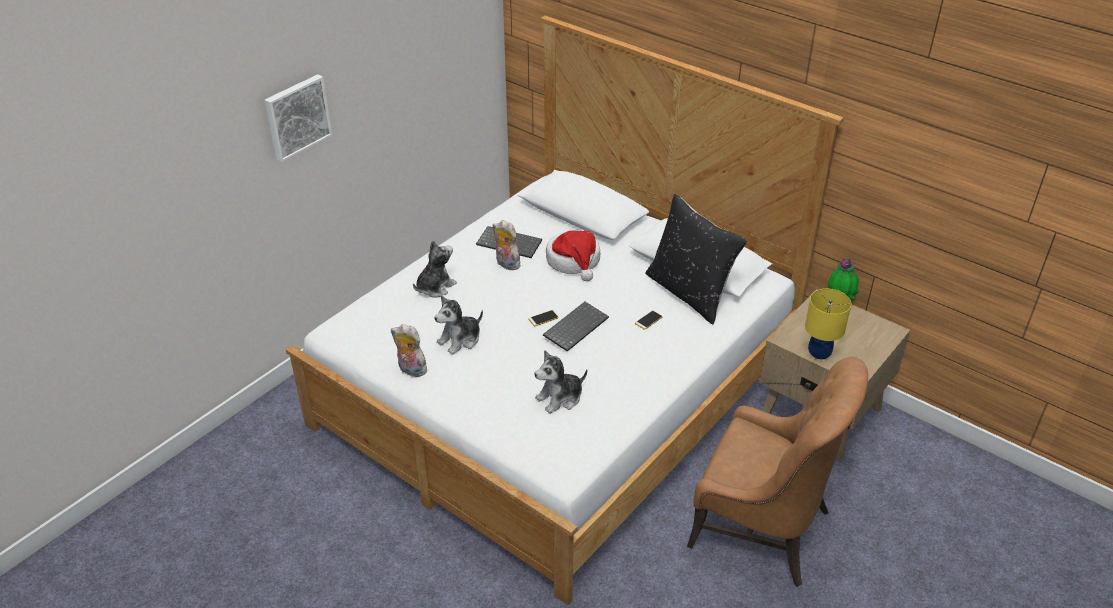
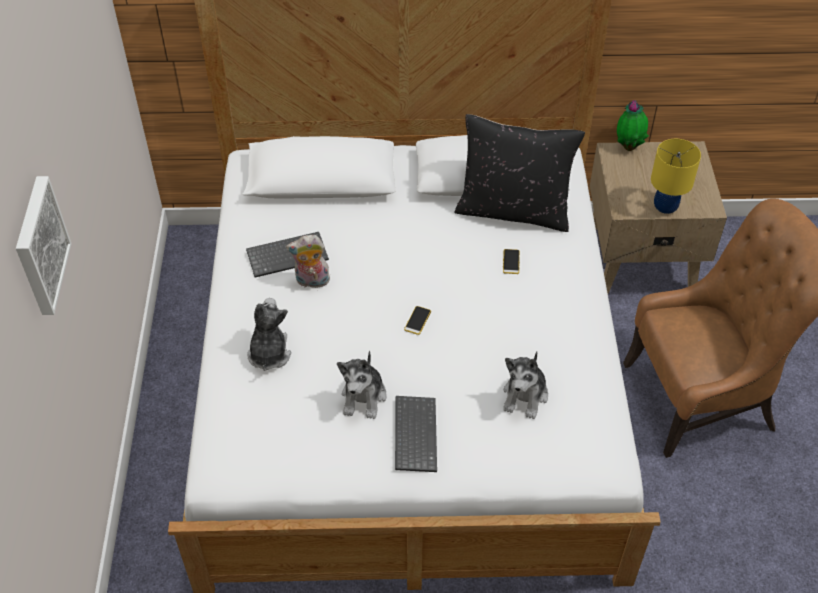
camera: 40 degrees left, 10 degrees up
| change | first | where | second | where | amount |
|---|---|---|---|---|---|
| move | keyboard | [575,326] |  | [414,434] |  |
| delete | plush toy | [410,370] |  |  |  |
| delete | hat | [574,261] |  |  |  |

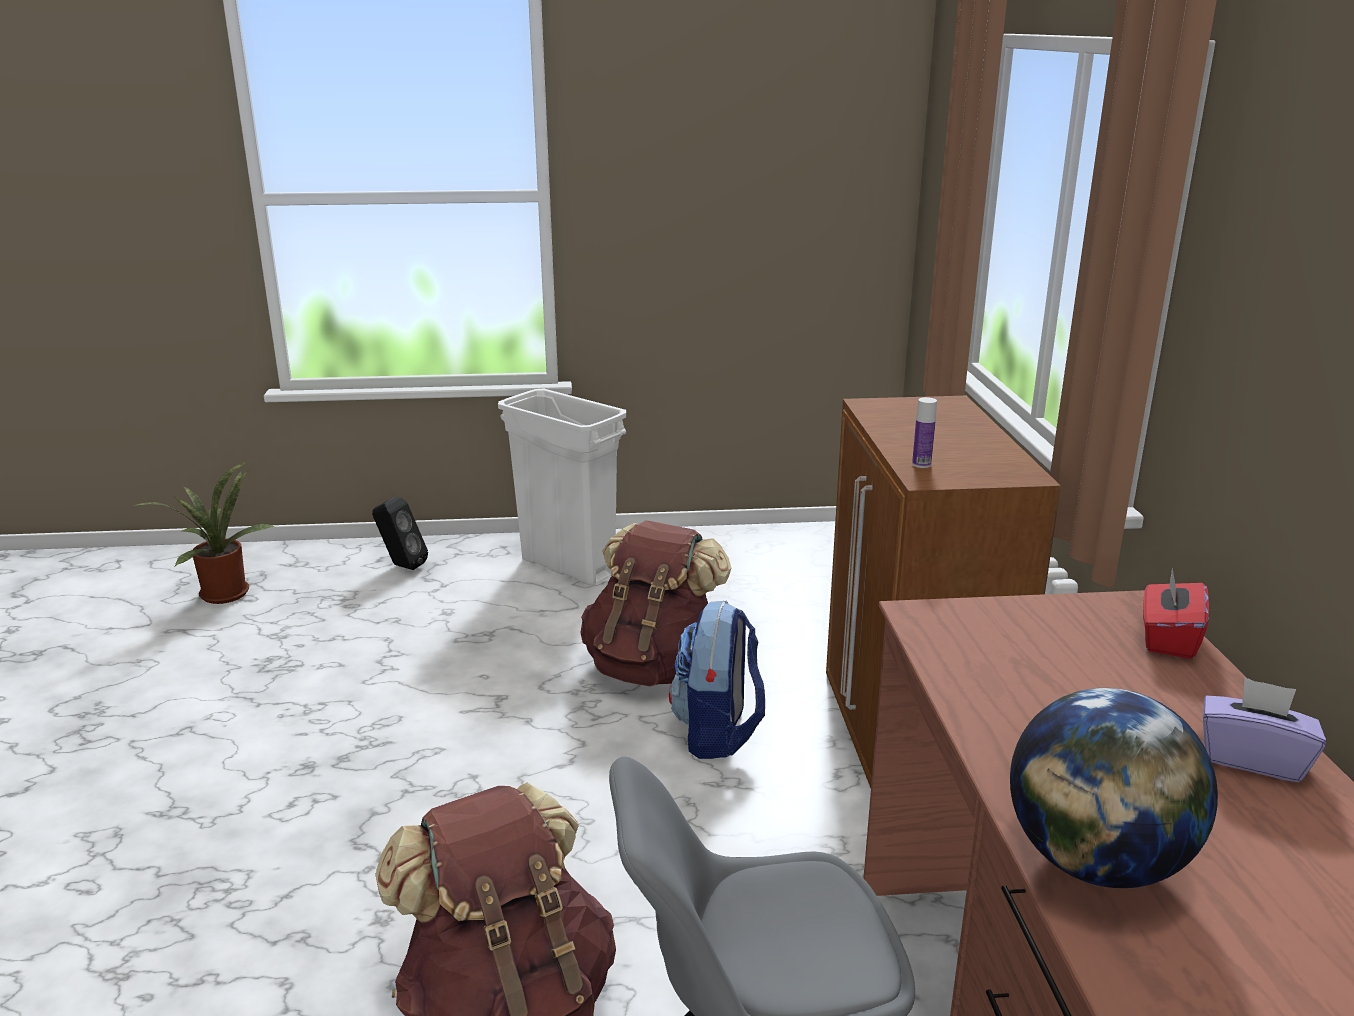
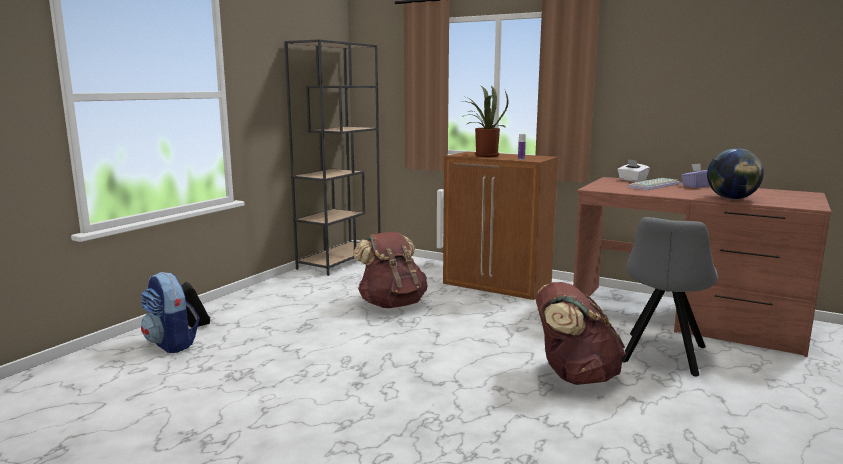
camera: 55 degrees left, 10 degrees down
| change | first | where | second | where | amount |
|---|---|---|---|---|---|
| move | backpack | [718,733] |  | [172,344] |  |
| insert |  |  | bookcase | [340,261] |  |
| move | potted plant | [223,592] |  | [483,156] |  |
| recolor | red tissue box | [1168,639] | white tissue box | [632,180] |  |
| insert |  |  | keyboard | [655,185] |  |
| delete | white trash can | [569,567] |  |  |  |

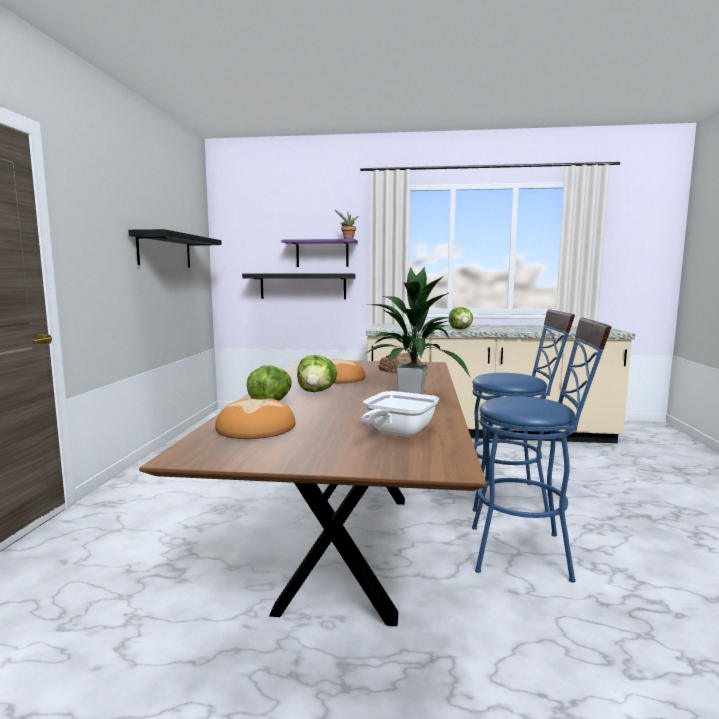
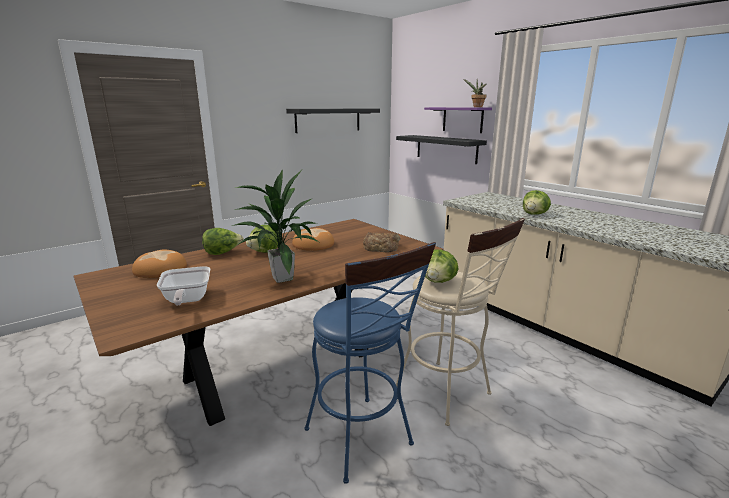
camera: 45 degrees right, 10 degrees up
| change | first | where | second | where | amount |
|---|---|---|---|---|---|
| rotate | frying pan | [396,433] |  | [186,300] | 90 degrees counterclockwise |
| recolor | blue stool | [512,496] | beige stool | [449,395] |  |
| insert |  |  | lettuce | [439,281] |  |

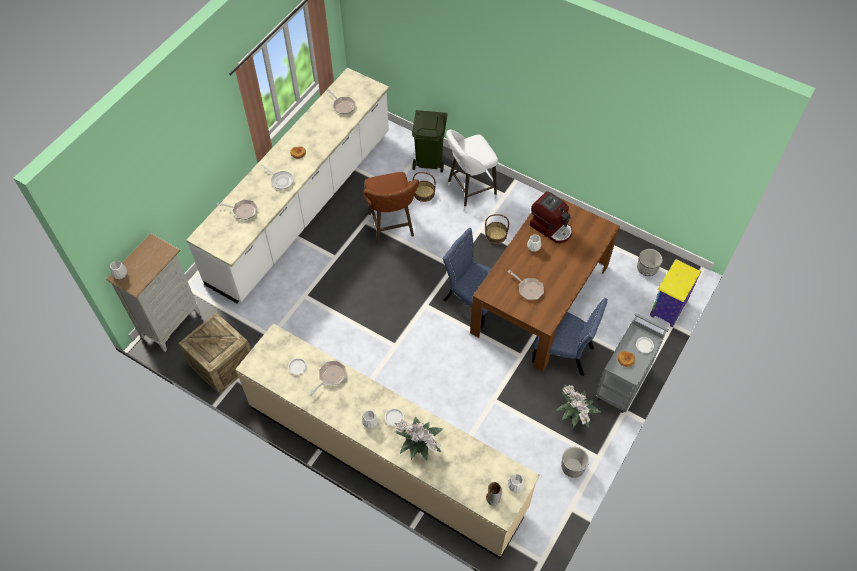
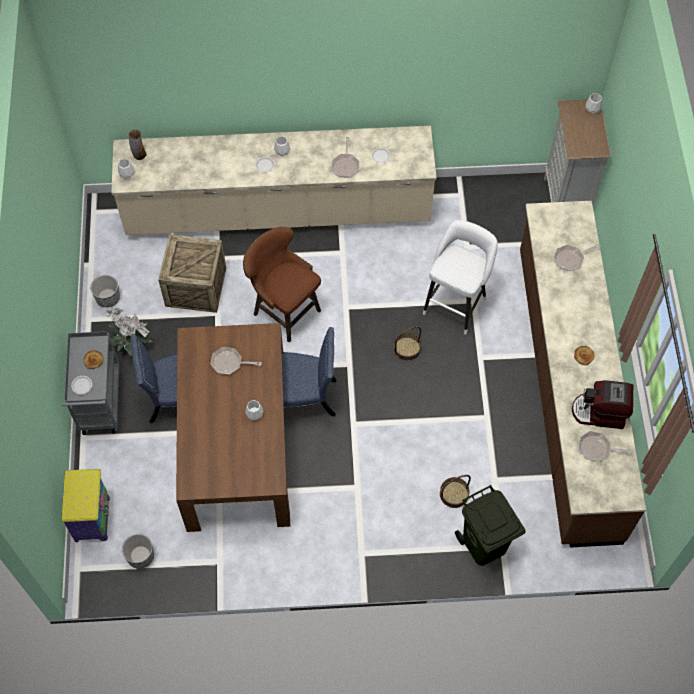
camera: 145 degrees right, 5 degrees up
| change | first | where | second | where | amount |
|---|---|---|---|---|---|
| move | crate | [222,364] |  | [196,287] |  |
| move | brown stool | [391,226] |  | [284,310] |  |
| move | basket | [496,235] |  | [407,349] |  |
| move | white stool | [469,192] |  | [456,303] |  |
| recolor | white counter | [302,207] | brown counter | [566,391] |  |
| move | coffee machine | [551,227] |  | [599,413] |  |
| delete | frying pan | [280,180] |  |  |  |
| delete | potted plant | [420,448] |  |  |  |

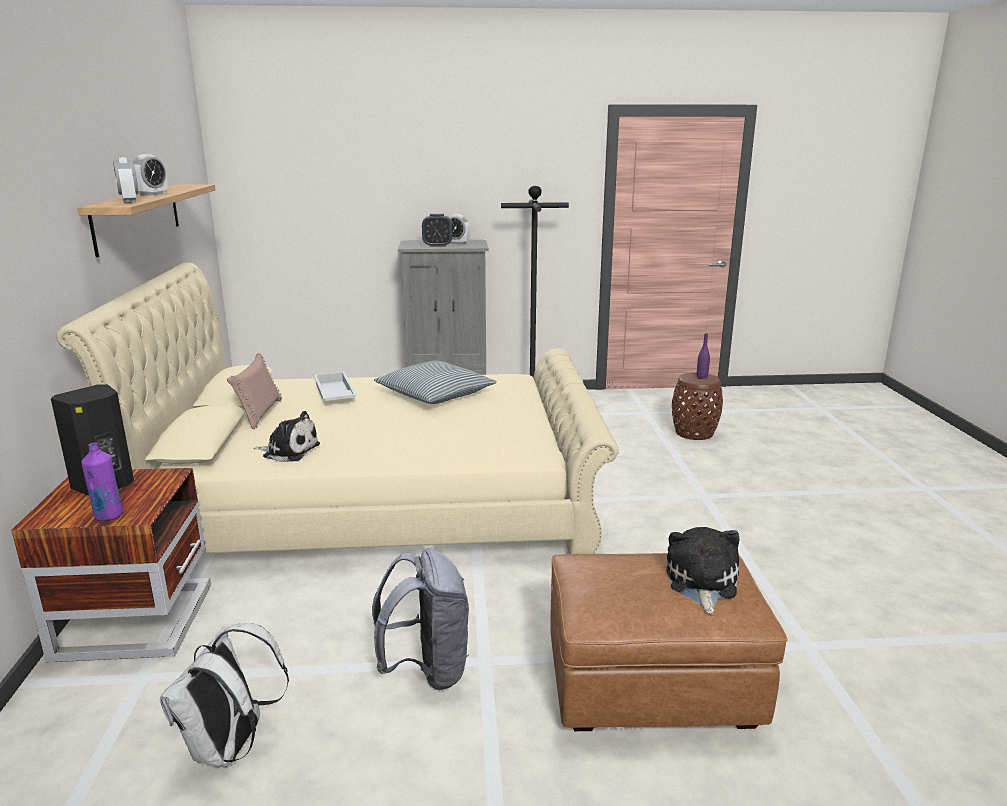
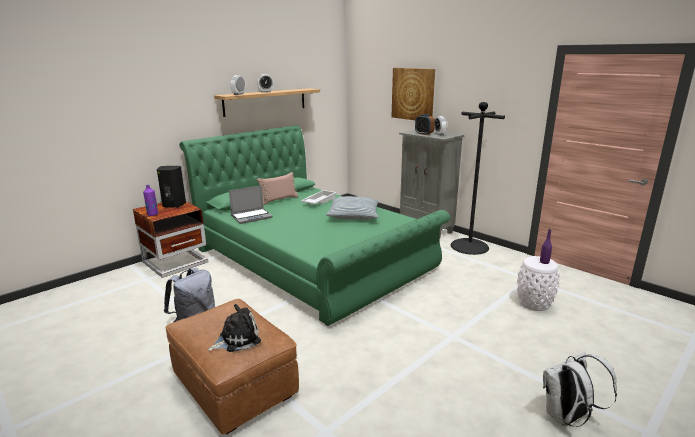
camera: 50 degrees right, 0 degrees up
| change | first | where | second | where | amount |
|---|---|---|---|---|---|
| recolor | beige bed | [378,496] | green bed | [312,258] |  |
| replace | plush toy | [289,451] | laptop | [252,217] |  |
| insert |  |  | picture | [413,94] |  |
| recolor | brown stool | [694,433] | white stool | [534,303] |  |
| move | white backpack | [230,748] |  | [567,418] |  |

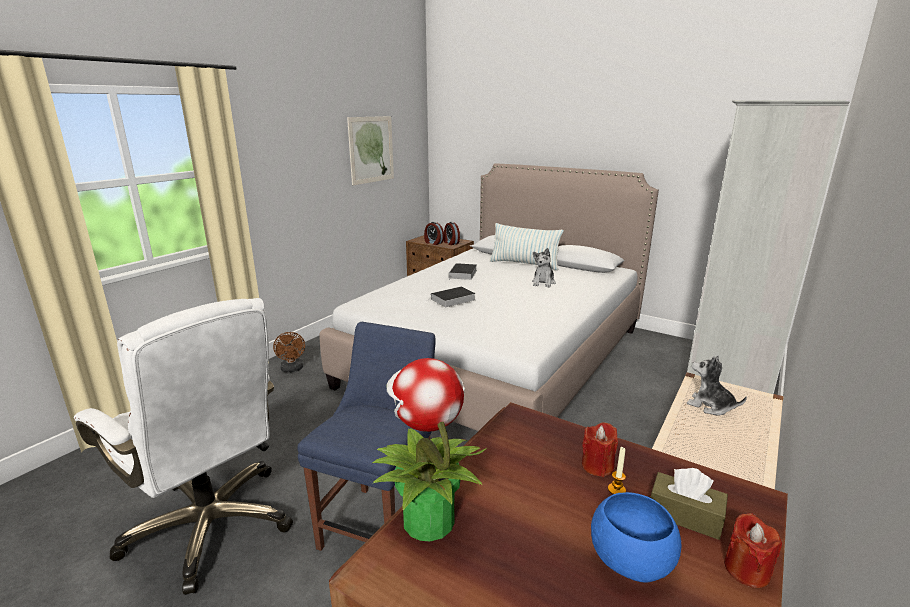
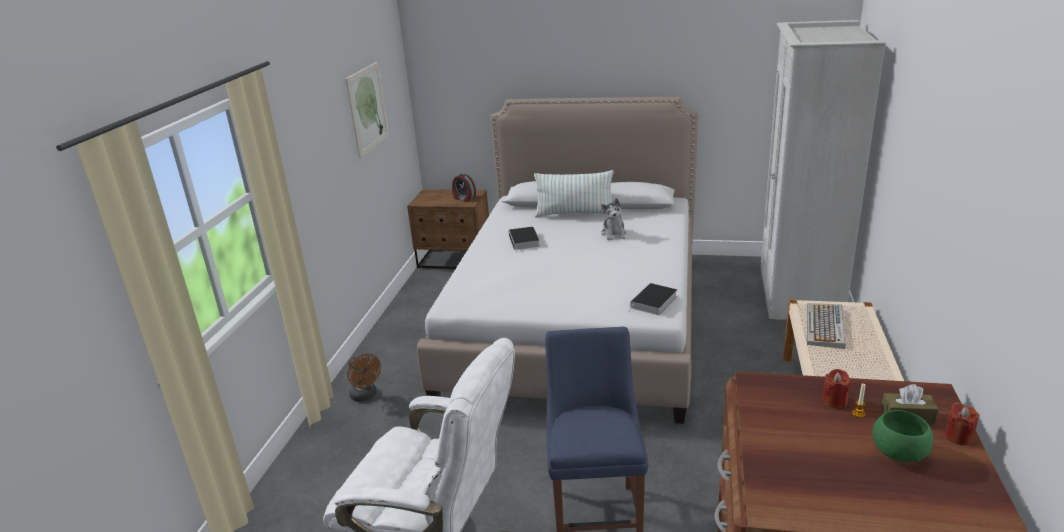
camera: 20 degrees left, 5 degrees up
| change | first | where | second | where | amount |
|---|---|---|---|---|---|
| move | book | [452,300] |  | [653,303] |  |
| replace | plush toy | [710,406] | keyboard | [825,327] |  |
| recolor | blue bowl | [632,562] | green bowl | [900,453] |  |
| delete | potted plant | [427,519] |  |  |  |
| delete | alarm clock | [433,243] |  |  |  |

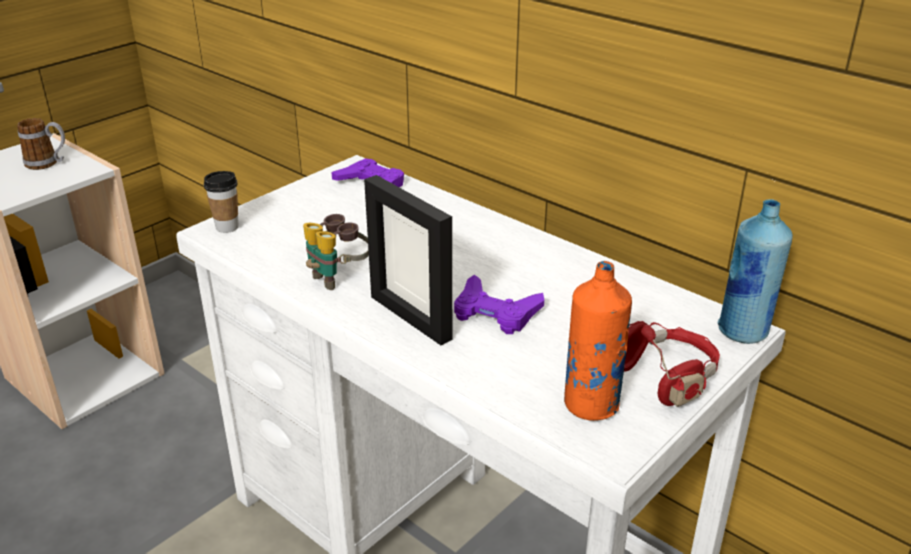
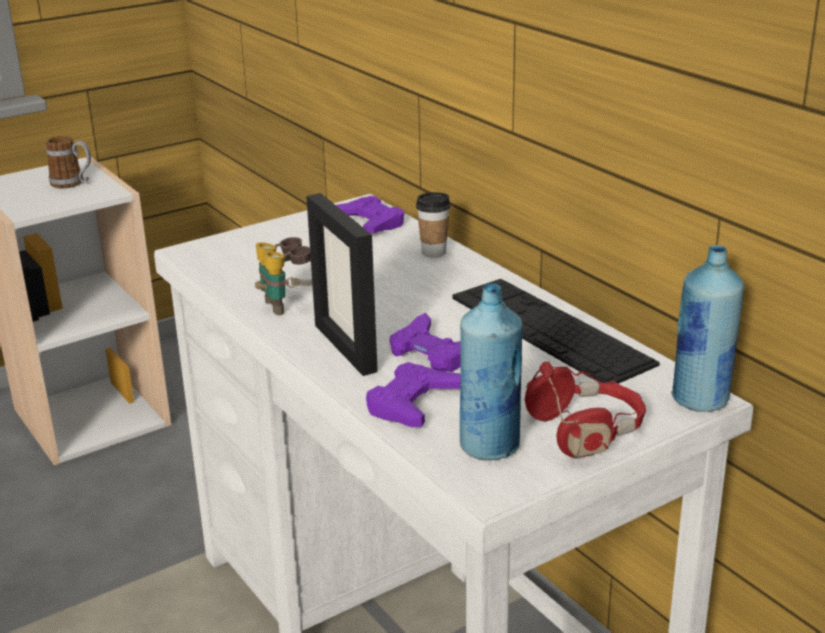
camera: 15 degrees right, 5 degrees down
| change | first | where | second | where | amount |
|---|---|---|---|---|---|
| insert |  |  | purple game controller | [413,403] |  |
| move | cup | [227,227] |  | [433,252] |  |
| insert |  |  | keyboard | [549,330] |  |
| recolor | orange bottle | [591,405] | blue bottle | [489,446] |  |

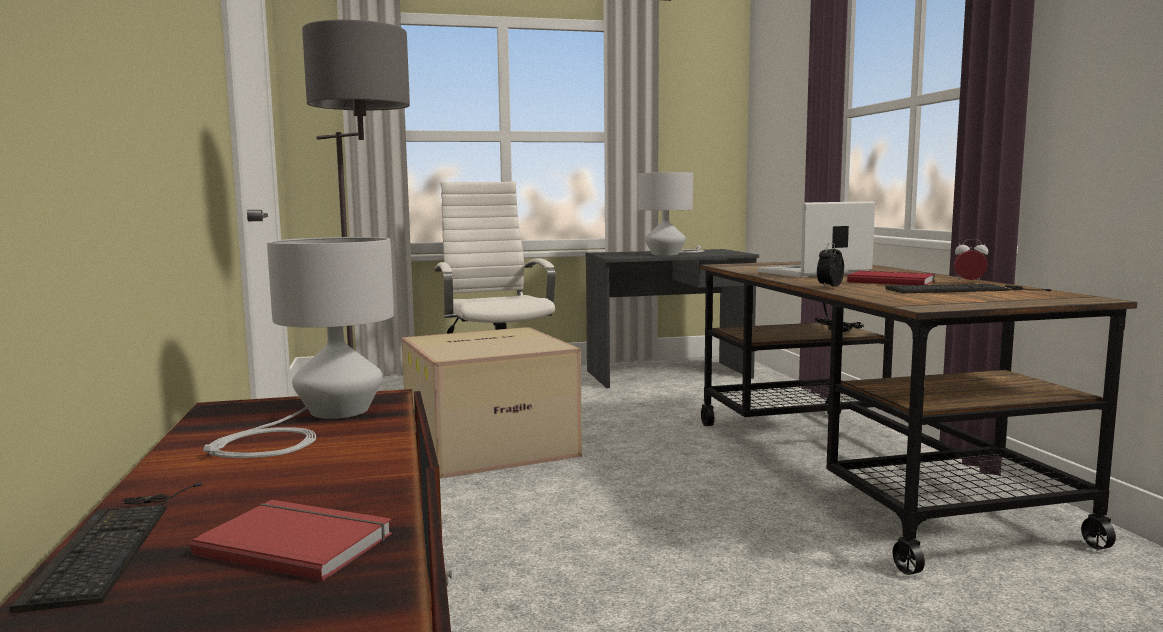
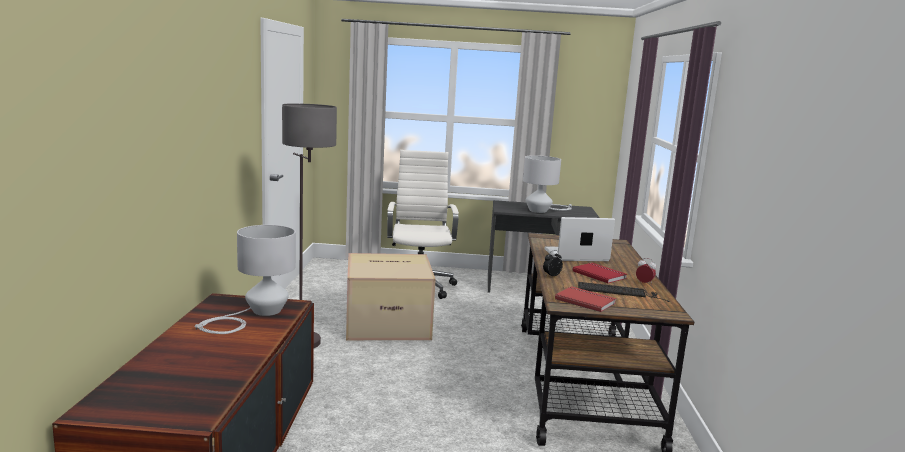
camera: 15 degrees right, 5 degrees up
| change | first | where | second | where | amount |
|---|---|---|---|---|---|
| move | red book | [298,543] |  | [585,301] |  |
| delete | keyboard | [114,542] |  |  |  |

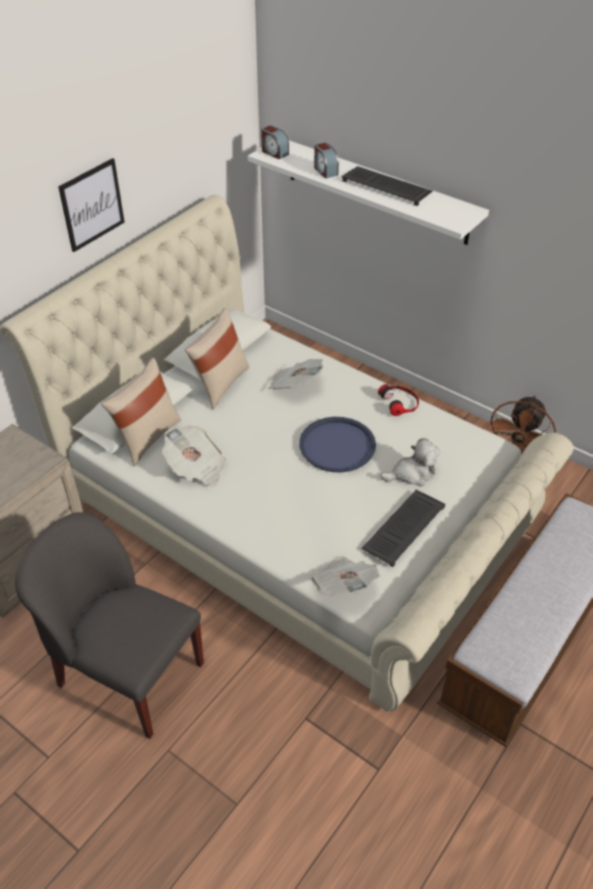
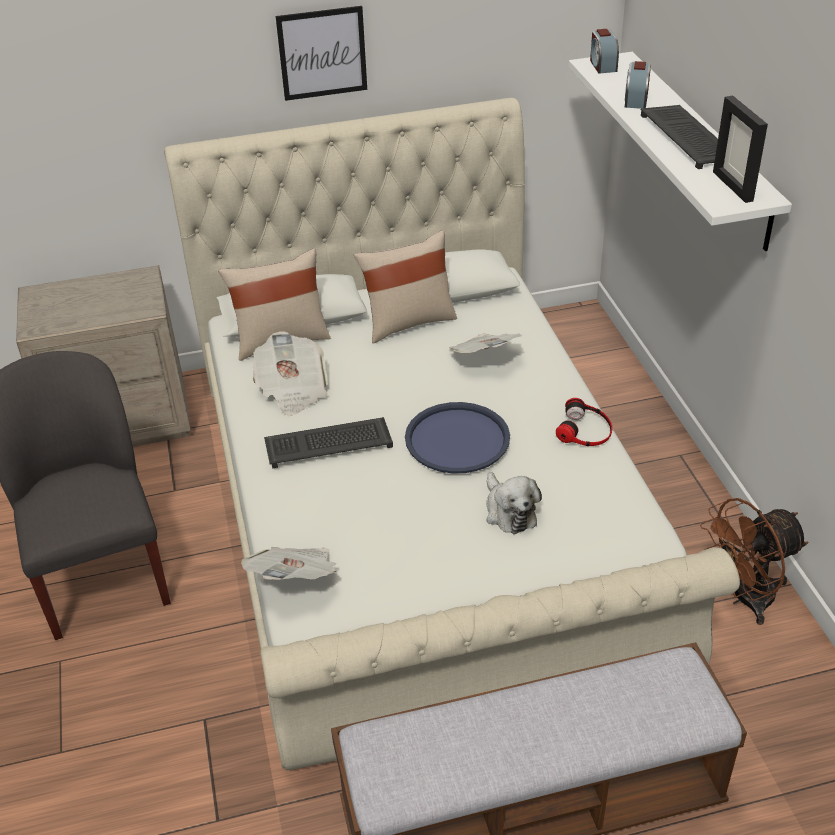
camera: 40 degrees right, 5 degrees down
| change | first | where | second | where | amount |
|---|---|---|---|---|---|
| move | keyboard | [403,527] |  | [329,443] |  |
| rotate | plush toy | [412,473] |  | [509,511] | 45 degrees clockwise |
| insert |  |  | picture frame | [734,186] |  |

